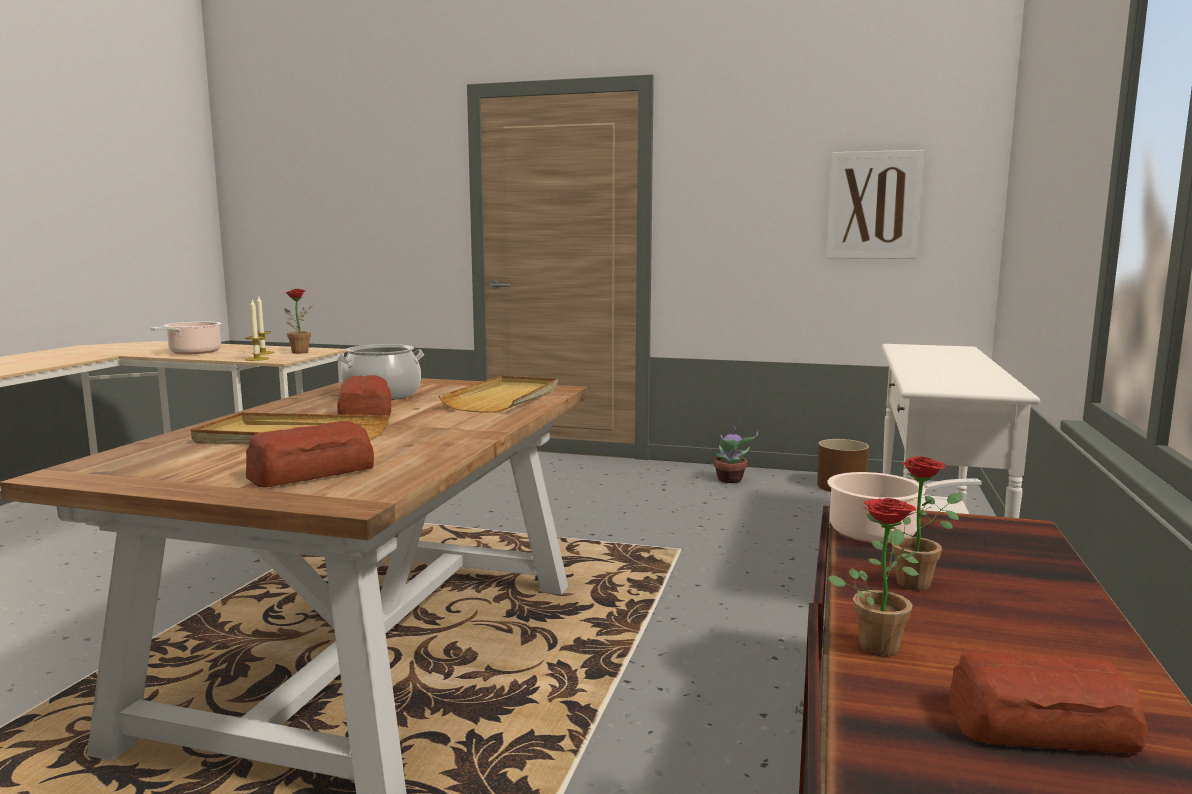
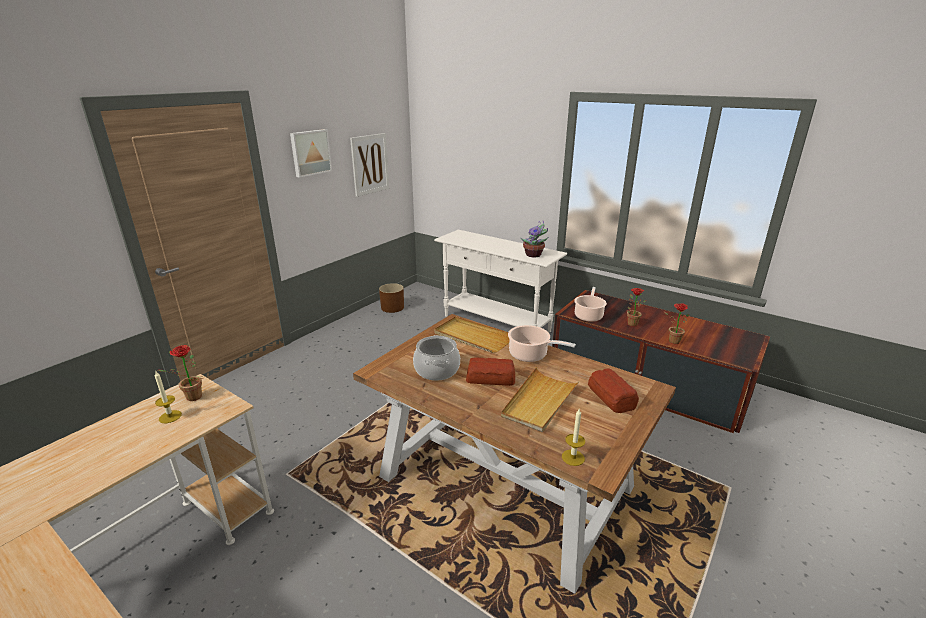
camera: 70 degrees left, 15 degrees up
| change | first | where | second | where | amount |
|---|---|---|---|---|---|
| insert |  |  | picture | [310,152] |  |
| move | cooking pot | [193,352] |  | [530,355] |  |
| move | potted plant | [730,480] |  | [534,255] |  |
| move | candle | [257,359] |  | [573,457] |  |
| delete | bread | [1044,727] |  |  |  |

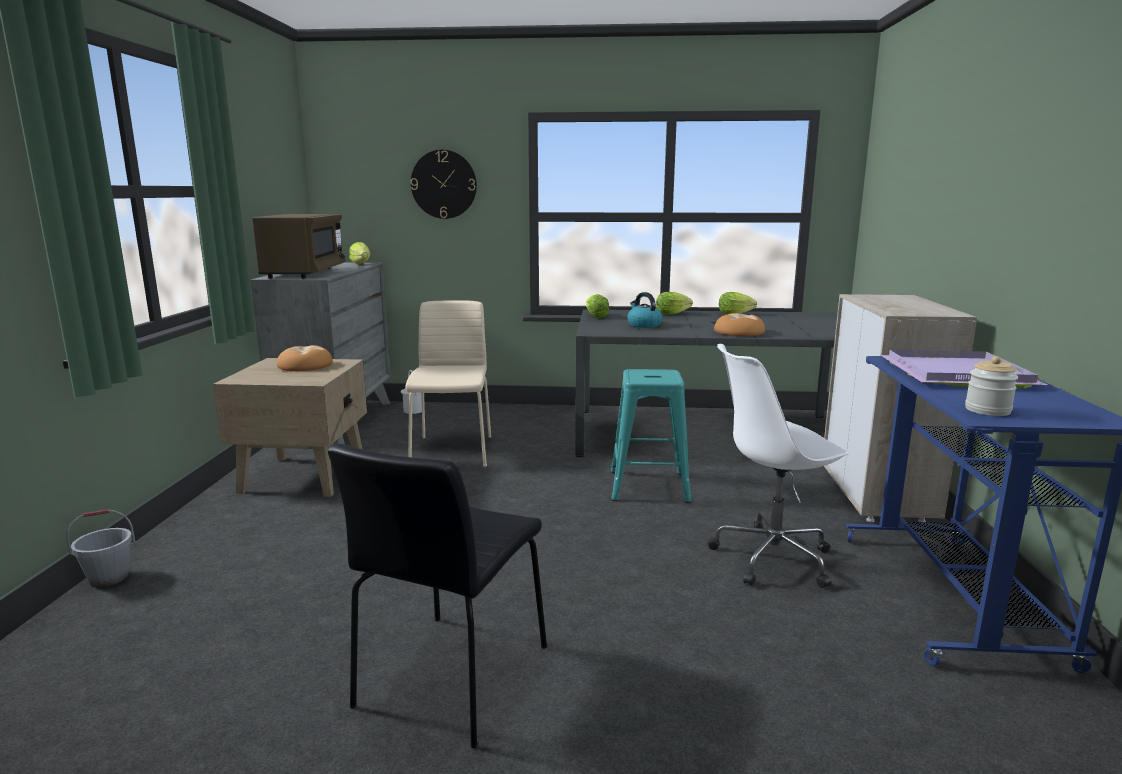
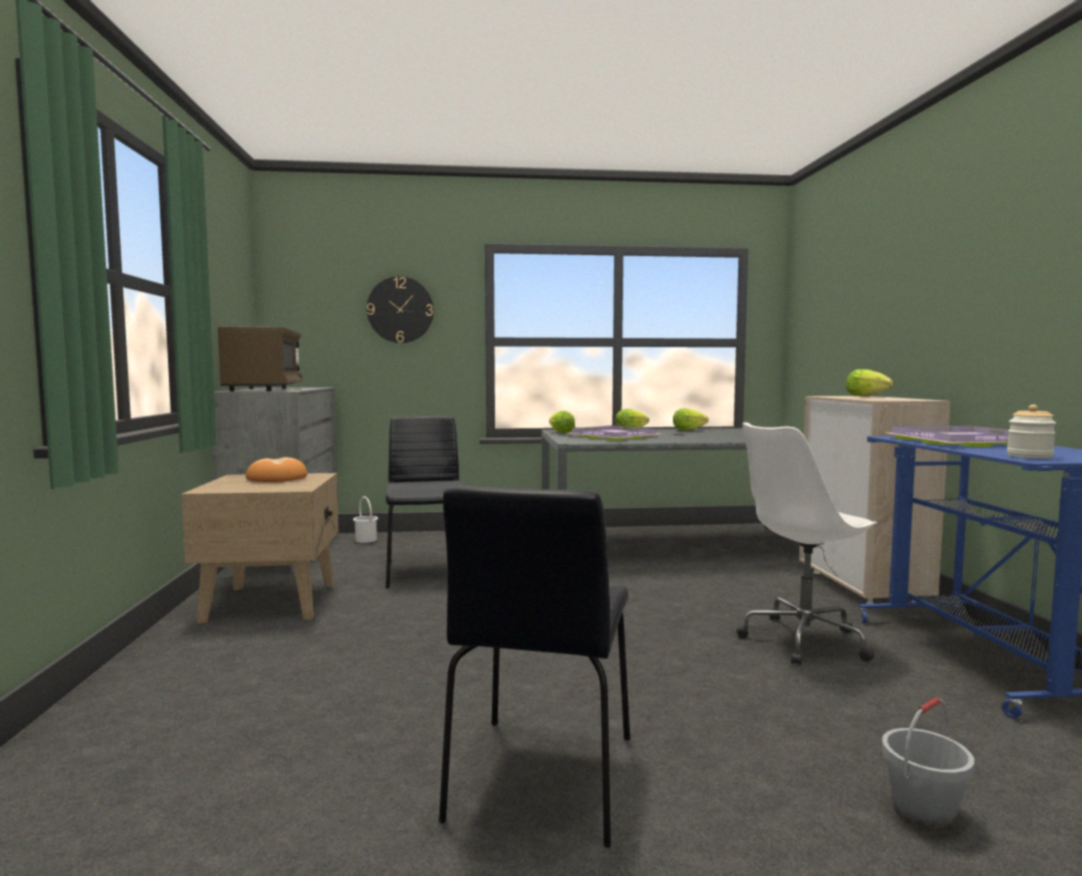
camera: 10 degrees left, 10 degrees down
| change | first | where | second | where | amount |
|---|---|---|---|---|---|
| recolor | beige chair | [452,449] | black chair | [426,570] |  |
| replace | kettle | [643,325] | purple tray | [614,436] |  |
| move | lettuce | [361,264] |  | [866,396] |  |
| move | grey bucket | [108,578] |  | [923,813] |  |
| delete | turquoise stool | [648,486] |  |  |  |
| delete | bread | [738,332] |  |  |  |

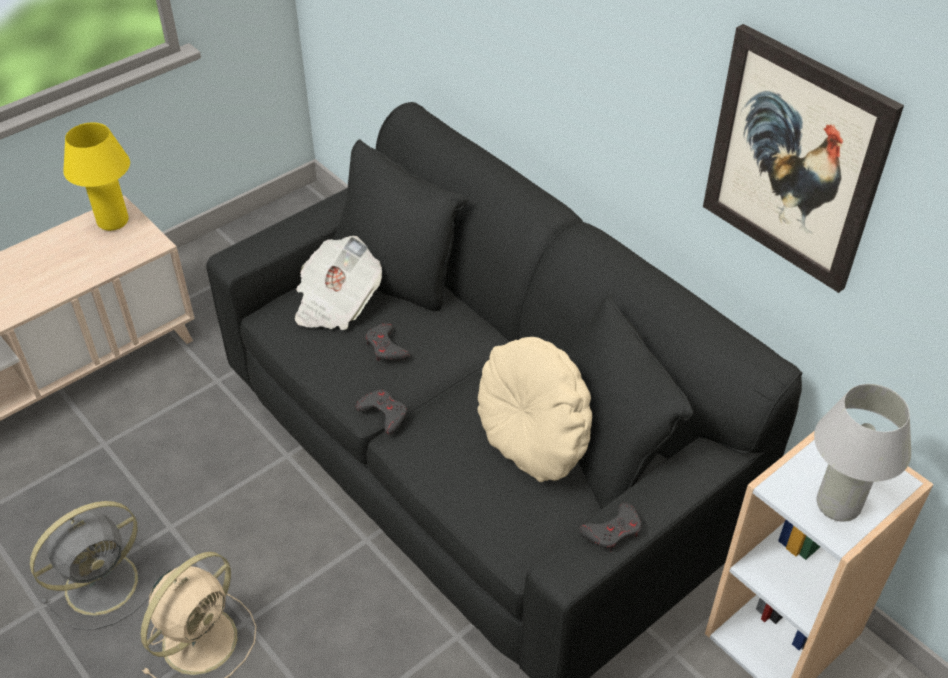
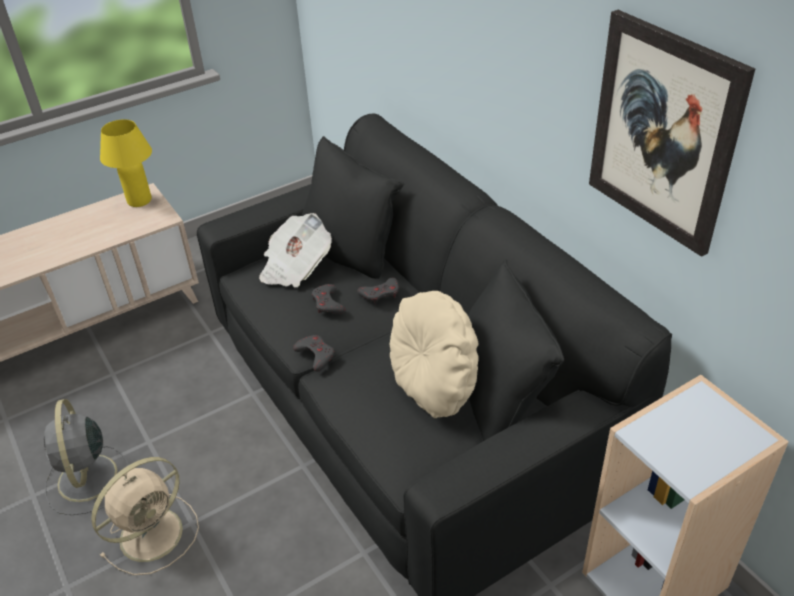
camera: 10 degrees right, 5 degrees down
| change | first | where | second | where | amount |
|---|---|---|---|---|---|
| rotate | grey fan | [105,582] |  | [87,480] | 105 degrees clockwise |
| move | grey game controller | [613,531] |  | [380,293] |  |
| delete | white table lamp | [838,505] |  |  |  |

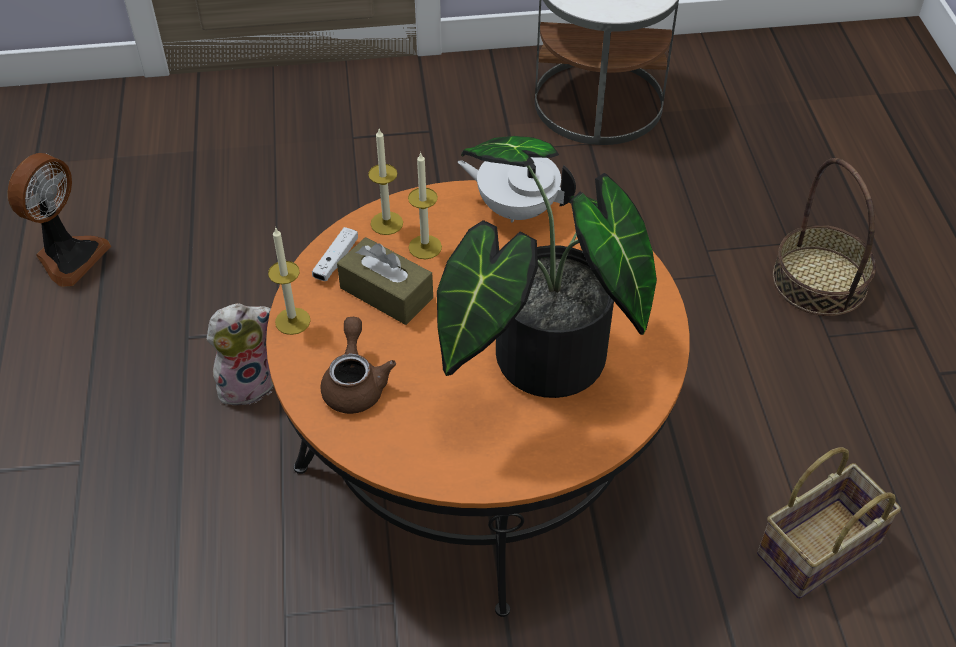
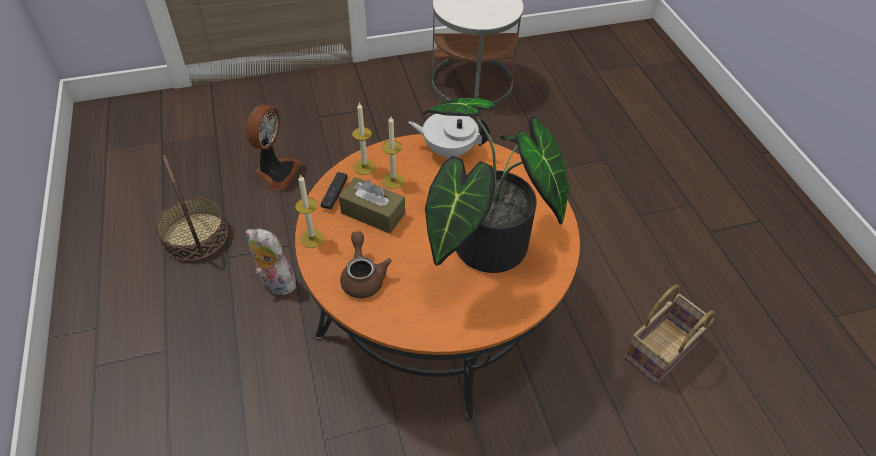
camera: 10 degrees left, 0 degrees up
| change | first | where | second | where | amount |
|---|---|---|---|---|---|
| move | basket | [820,281] |  | [195,236] |  |
| move | fan | [69,256] |  | [276,172] |  |
| rotate | plush toy | [247,383] |  | [274,283] | 105 degrees counterclockwise |
| recolor | white game controller | [336,260] | black game controller | [335,195] |  |

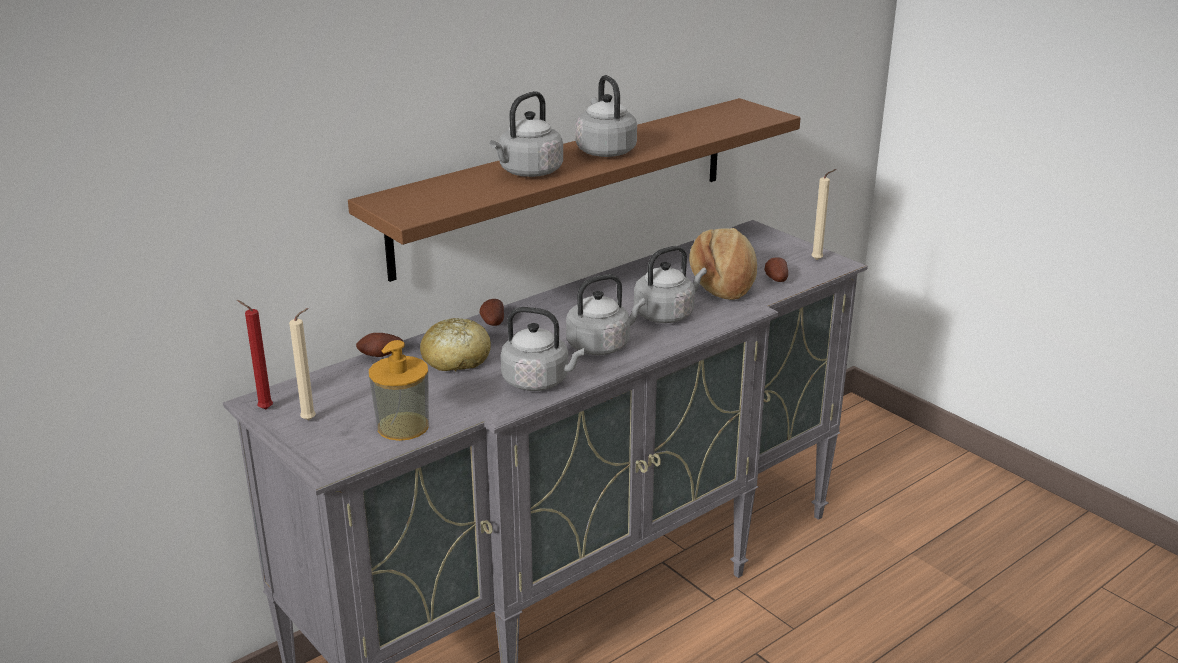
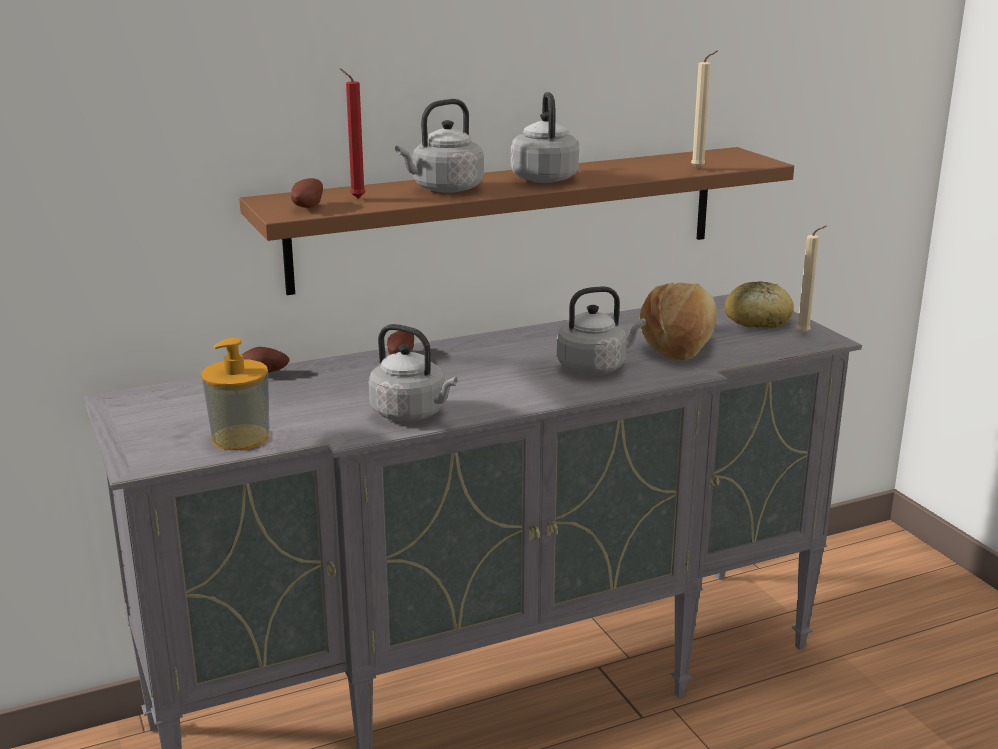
camera: 15 degrees right, 5 degrees down
| change | first | where | second | where | amount |
|---|---|---|---|---|---|
| move | potato | [775,280] |  | [306,207] |  |
| move | red candle | [263,409] |  | [355,198] |  |
| move | beige candle | [311,420] |  | [700,169] |  |
| move | bread | [456,359] |  | [757,320] |  |
| delete | grey kettle | [601,345] |  |  |  |

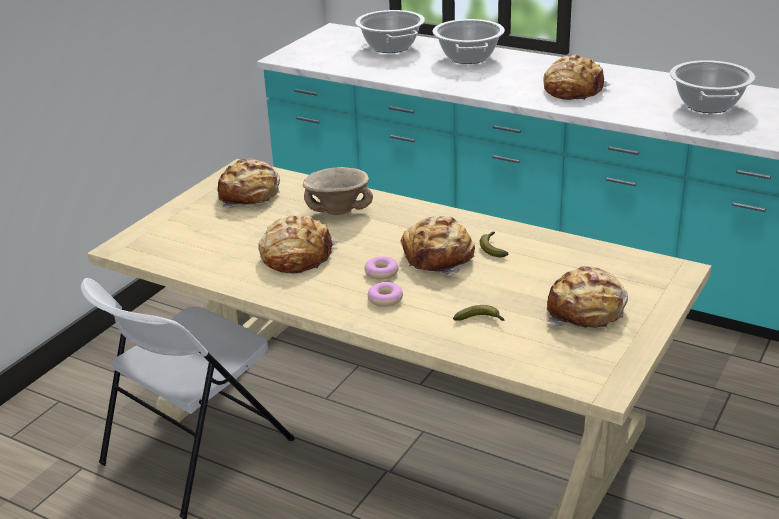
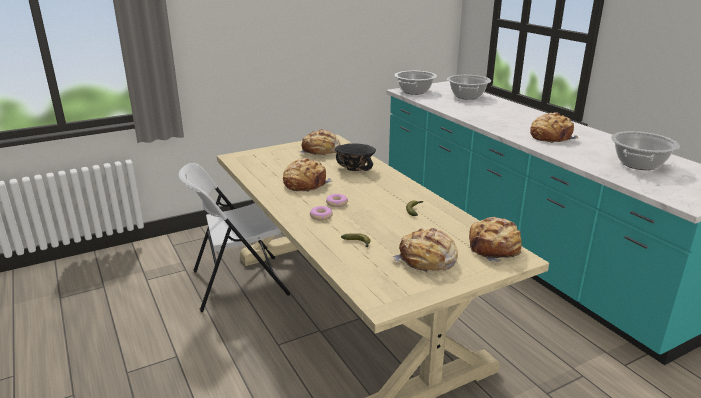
camera: 30 degrees right, 5 degrees down
| change | first | where | second | where | amount |
|---|---|---|---|---|---|
| recolor | beige bowl | [338,209] | black bowl | [355,168] |  |
| move | cooking pot | [468,57] |  | [414,91] |  |
| move | bread | [439,257] |  | [495,248] |  |

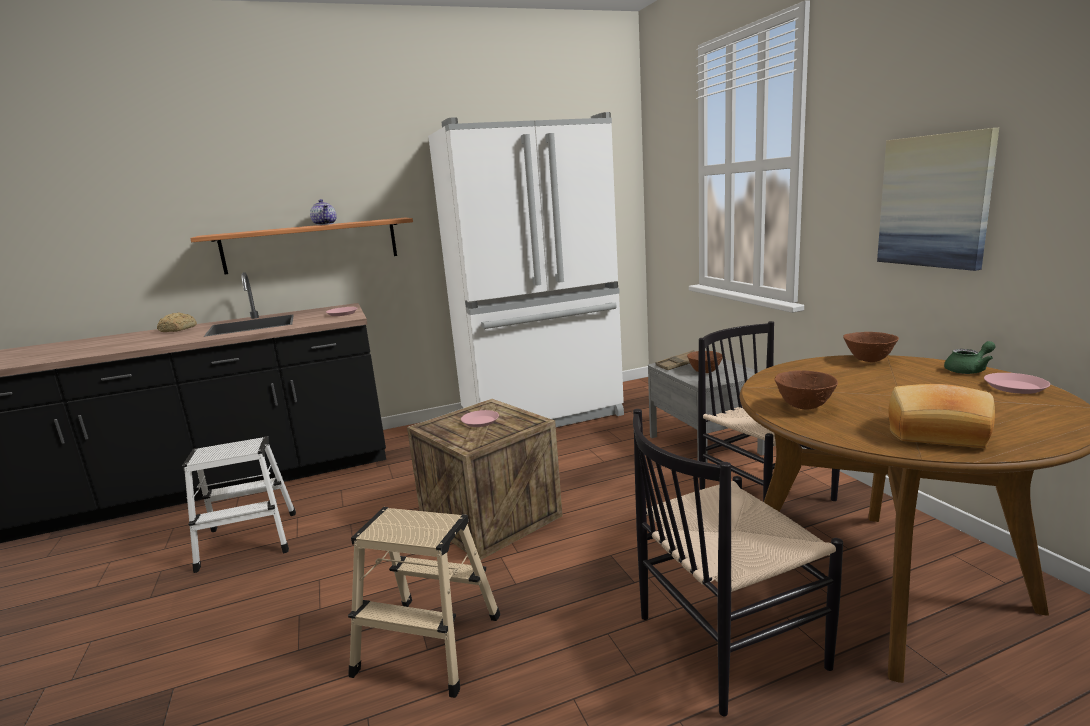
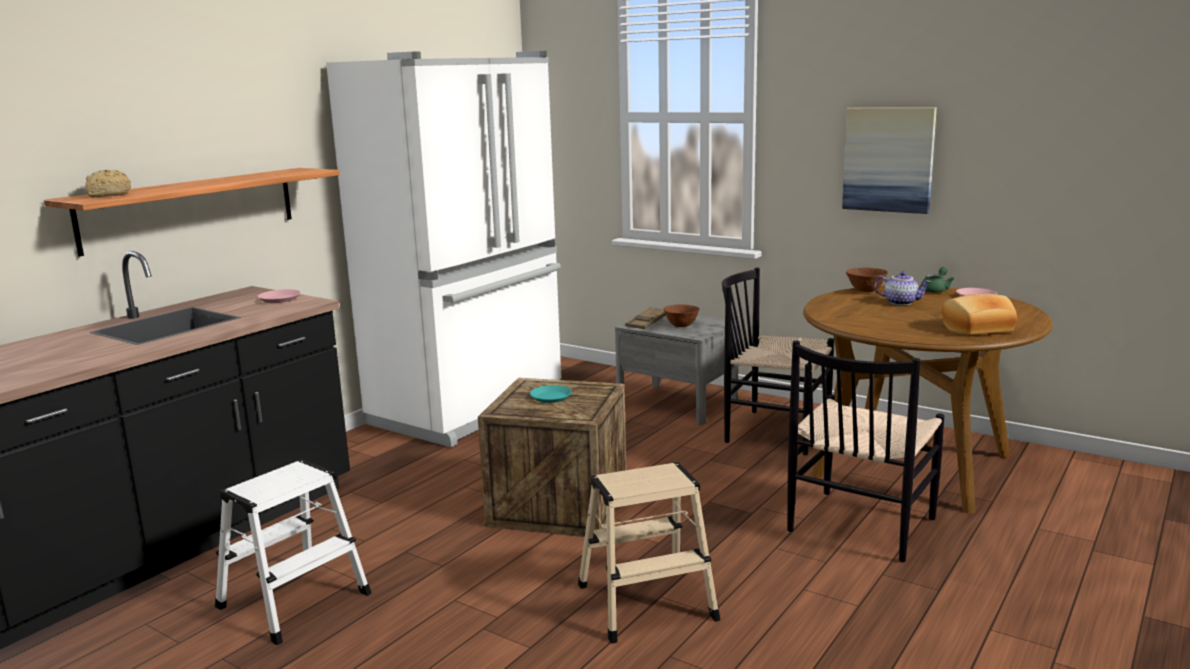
camera: 35 degrees left, 0 degrees up
| change | first | where | second | where | amount |
|---|---|---|---|---|---|
| move | bread | [177,330] |  | [109,195] |  |
| recolor | pink plate | [480,421] | turquoise plate | [550,397] |  |
| move | teapot | [325,224] |  | [901,302] |  |
| delete | brown bowl | [804,406] |  |  |  |

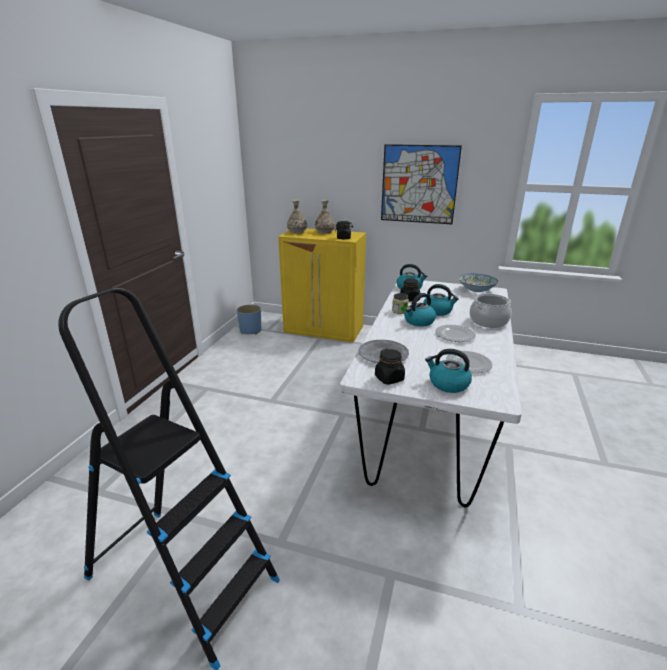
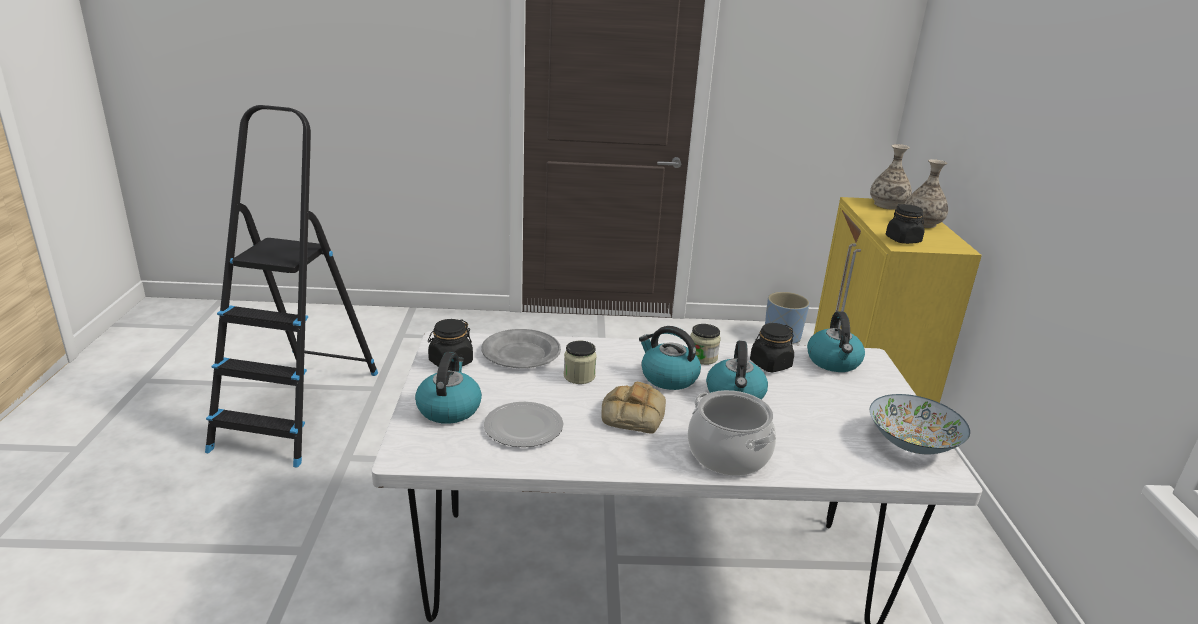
camera: 70 degrees right, 0 degrees up
| change | first | where | second | where | amount |
|---|---|---|---|---|---|
| insert |  |  | jar | [579,376] |  |
| replace | plate | [454,335] | bread | [632,414] |  |
| delete | picture | [419,184] |  |  |  |

